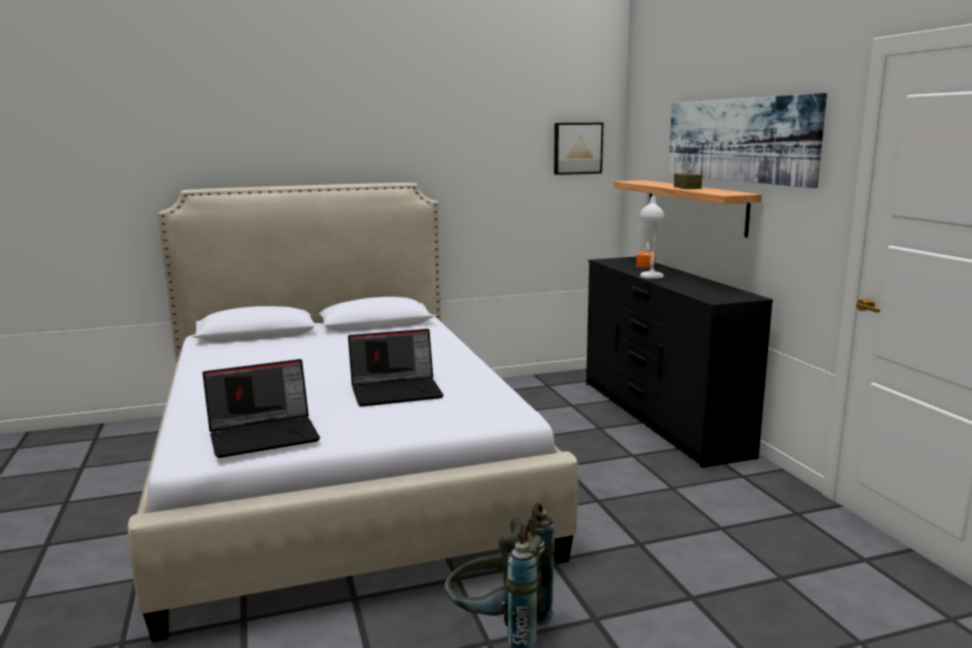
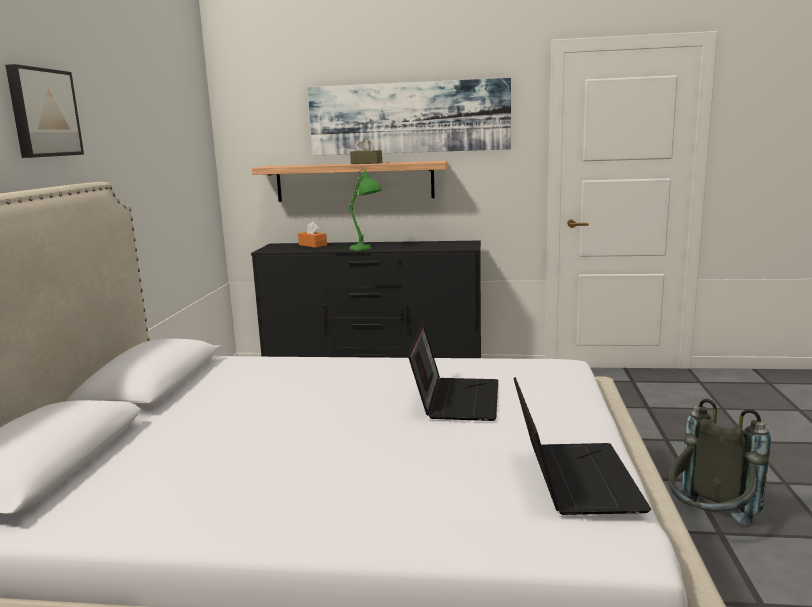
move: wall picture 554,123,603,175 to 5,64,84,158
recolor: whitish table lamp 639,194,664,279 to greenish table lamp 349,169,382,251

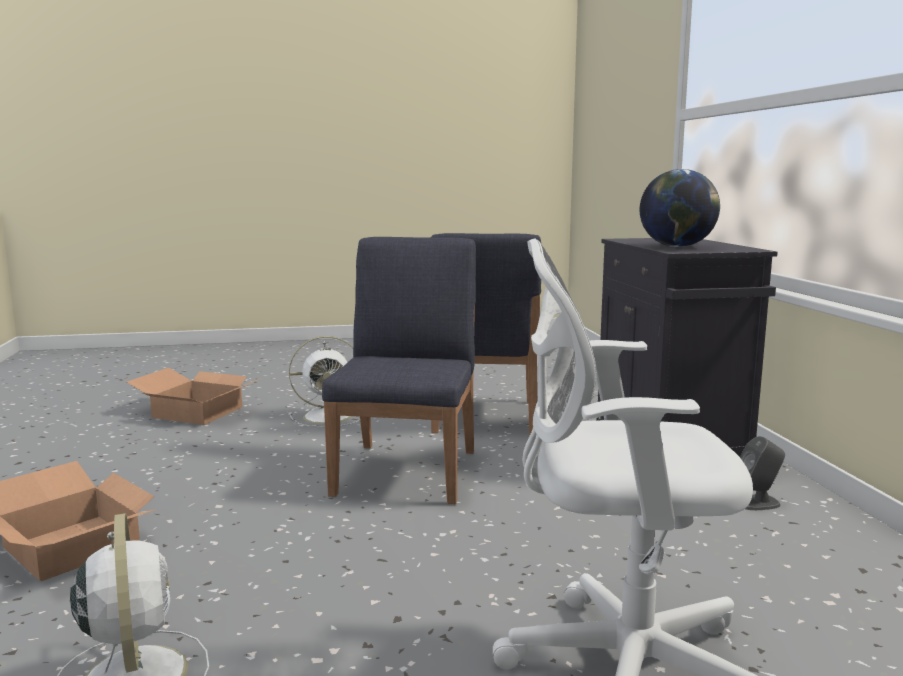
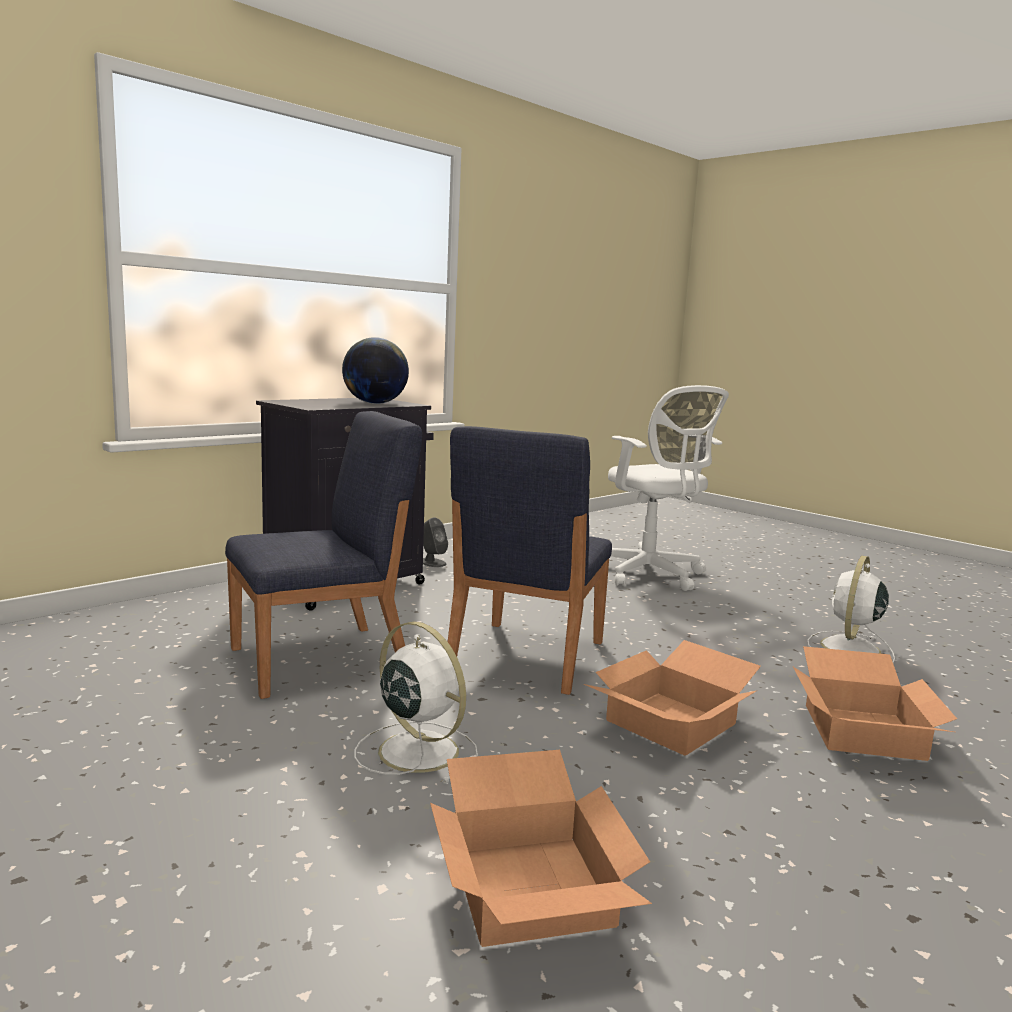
insert: packing box 584,640,761,756
rotate: blue chair 322,237,476,504 = 448,426,612,695 45 degrees counterclockwise

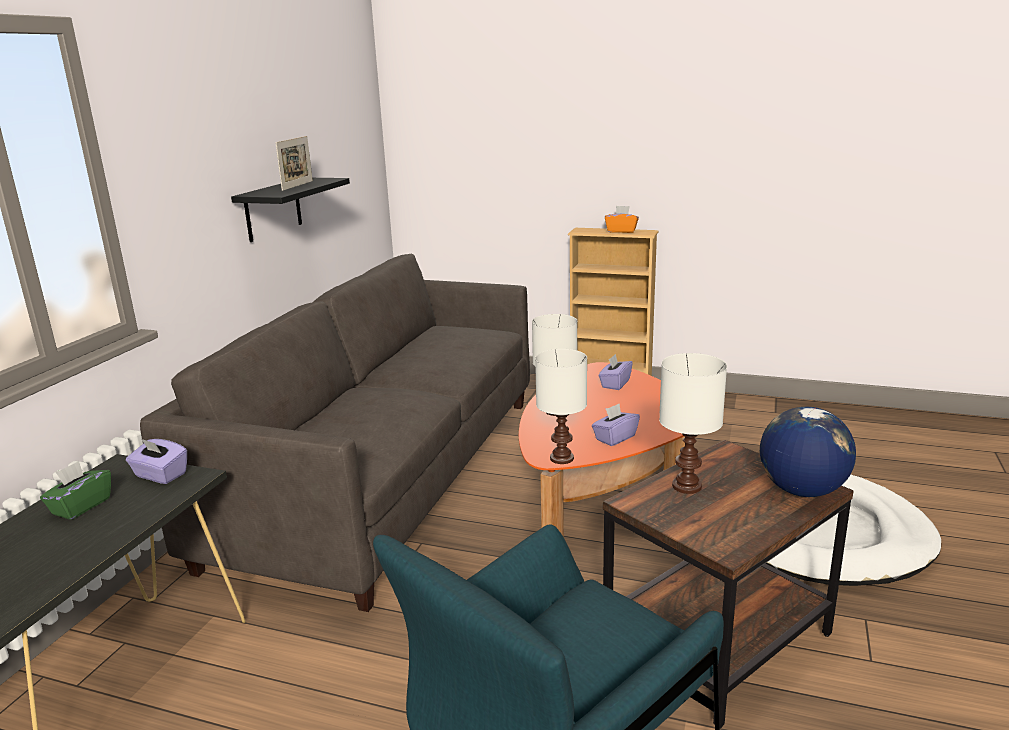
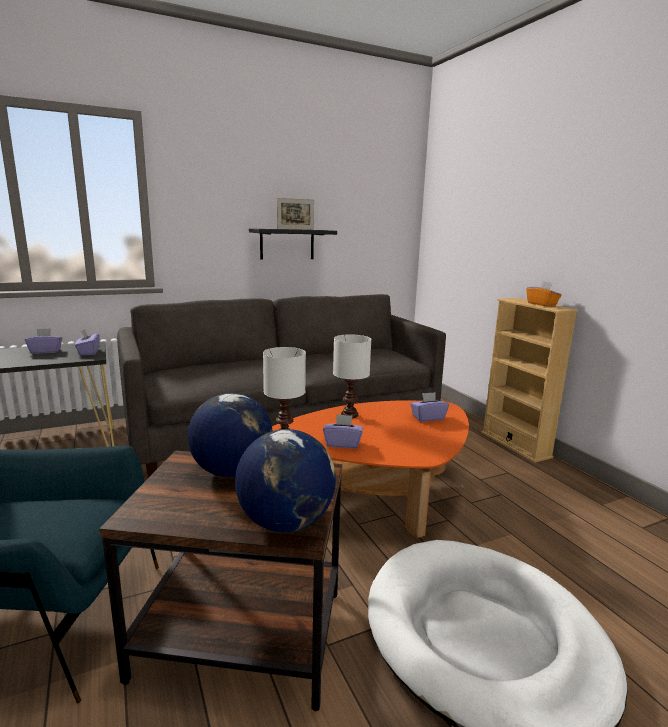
replace: whitish table lamp 659,353,727,494 to desk globe 188,393,272,477
recolor: greenish tissue box 40,461,111,520 to purple tissue box 25,328,62,354

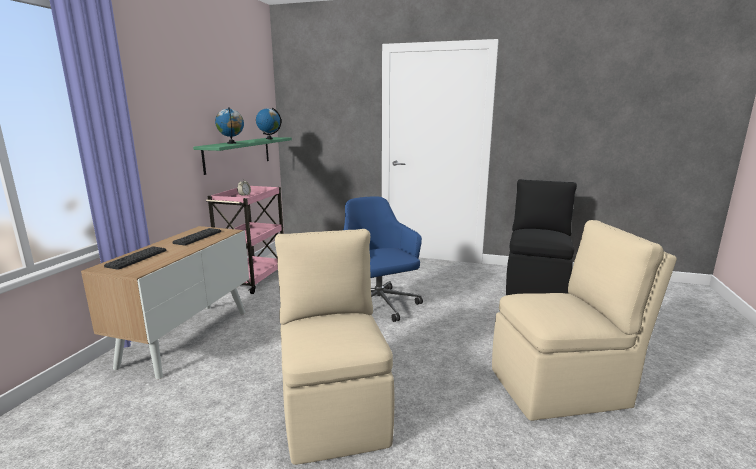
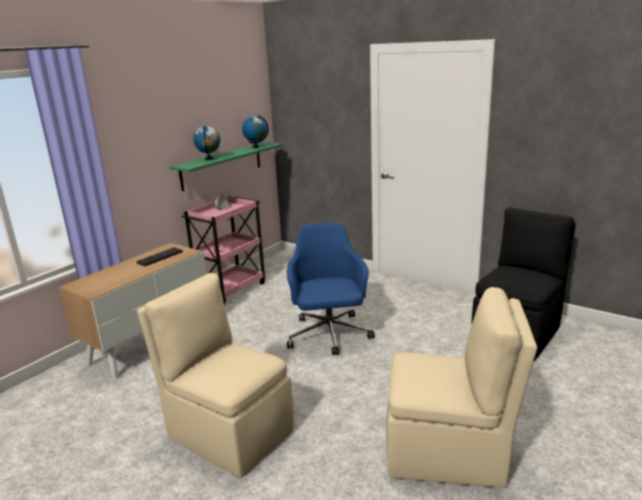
delete: keyboard 104,246,167,270
rotate: beige-coloured chair 275,229,395,465 = 137,273,294,478 60 degrees counterclockwise

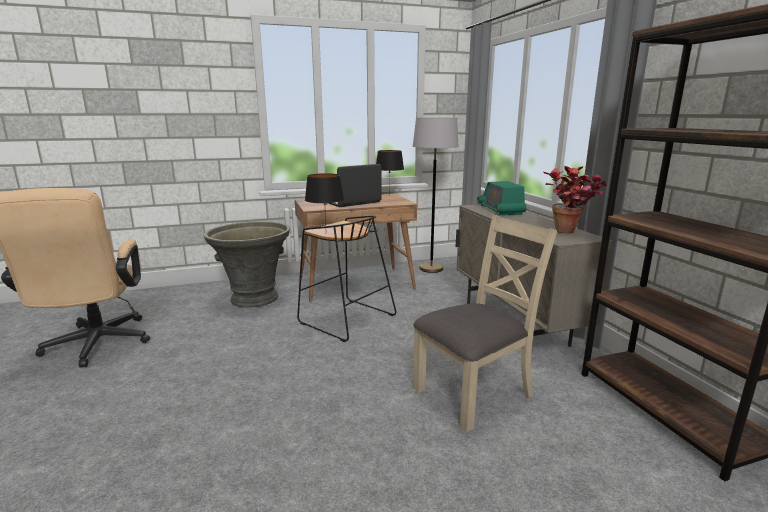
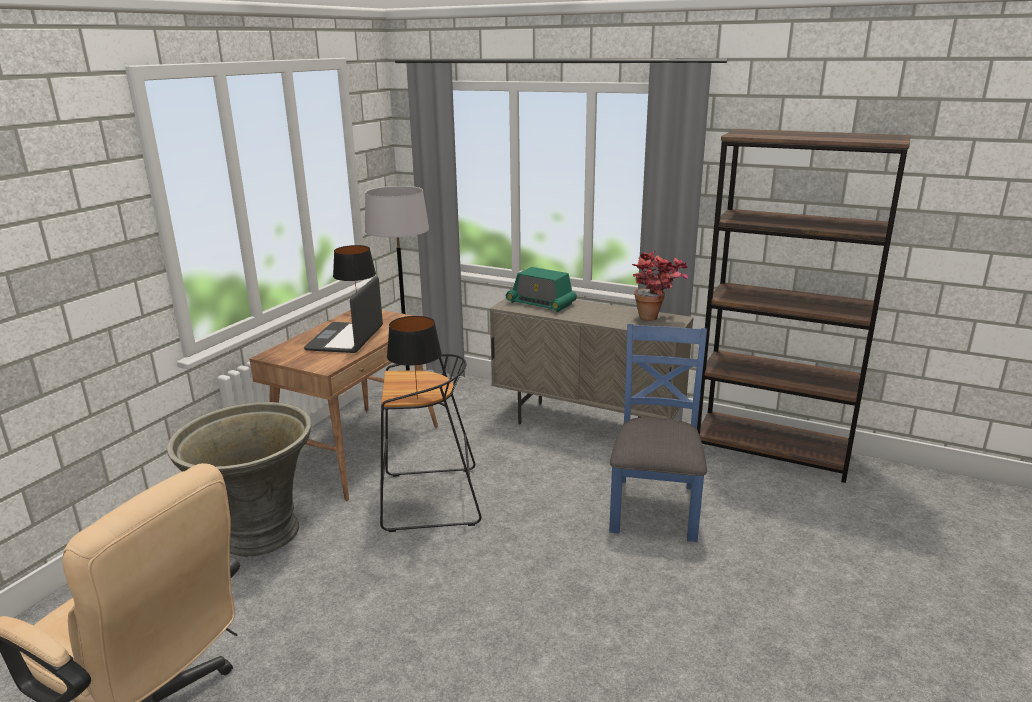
recolor: beige-coloured chair 413,214,557,432 to blue chair 609,324,707,542

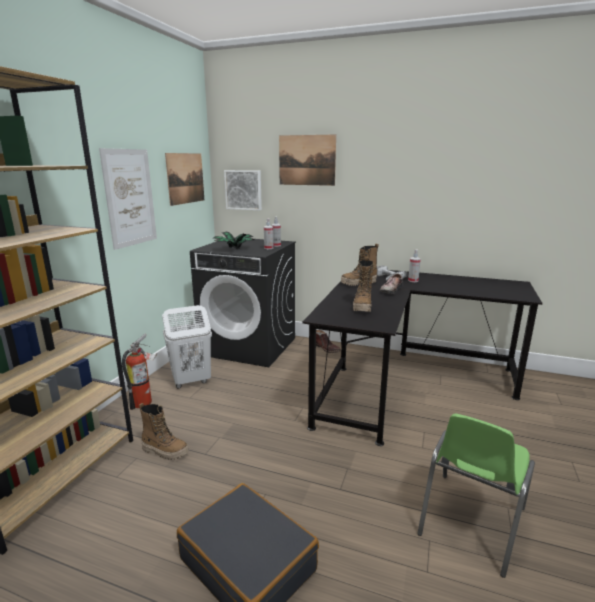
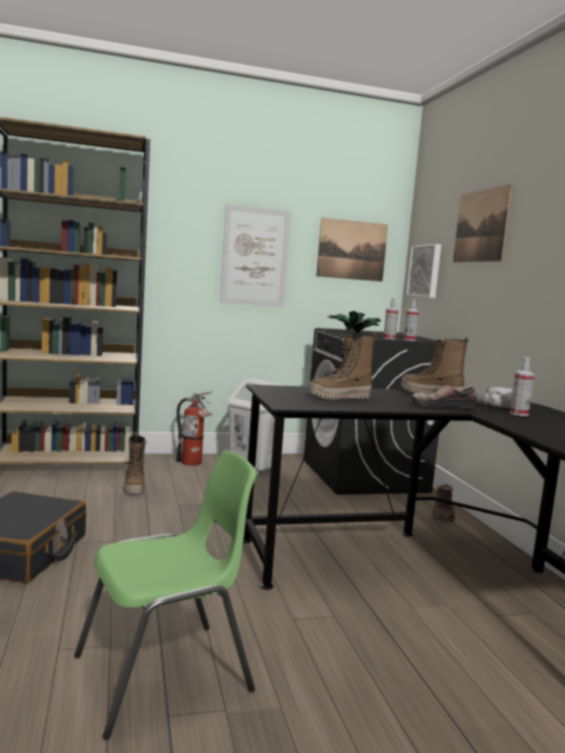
rotate: greenish chair 417,413,535,578 = 74,451,257,740 150 degrees clockwise

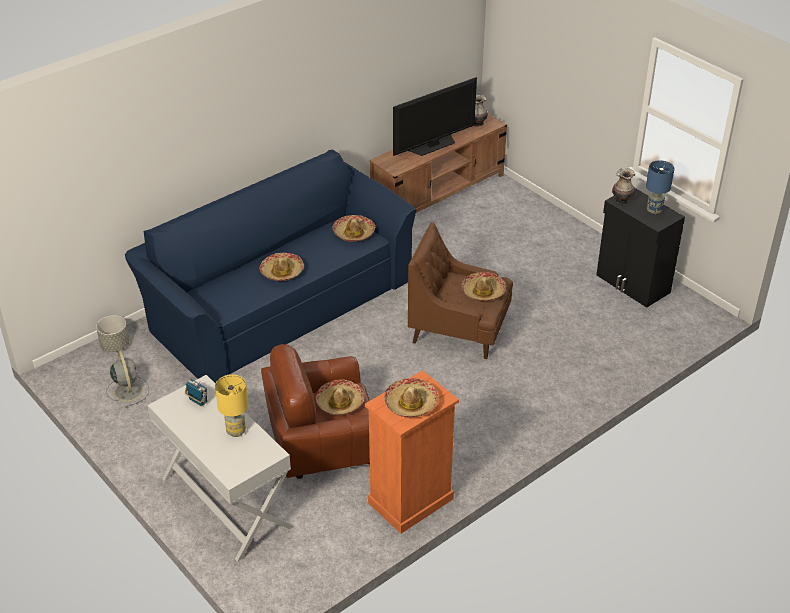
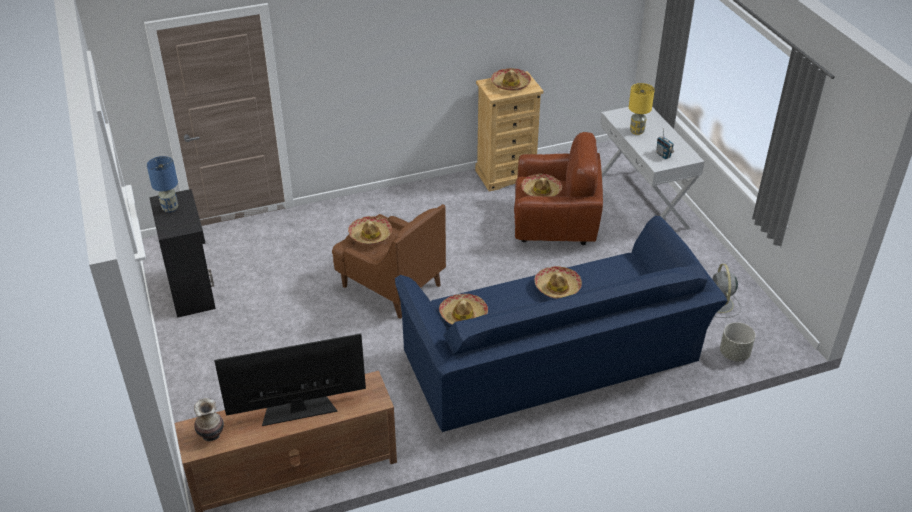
delete: flower vase 612,168,635,204
recolor: orange-coloured chest of drawers 365,370,459,534 to beige-coloured chest of drawers 475,71,544,192

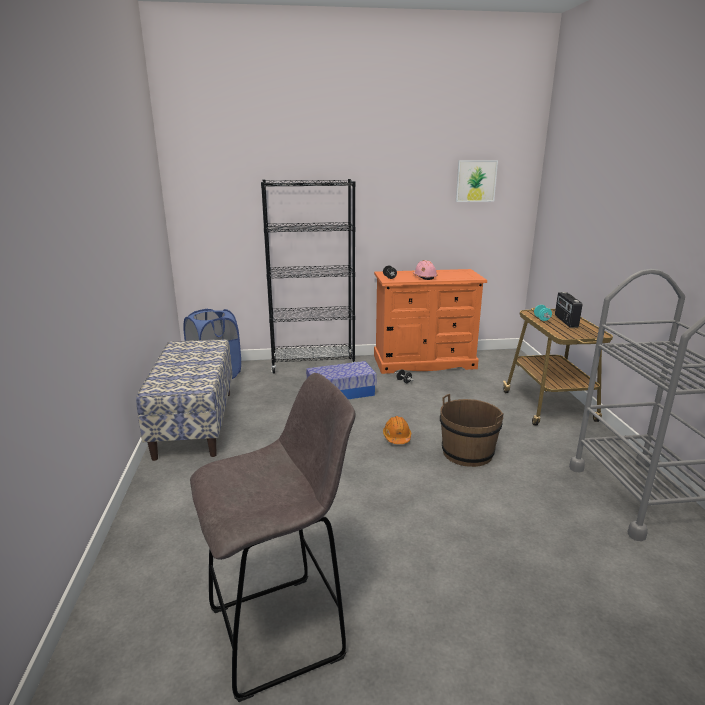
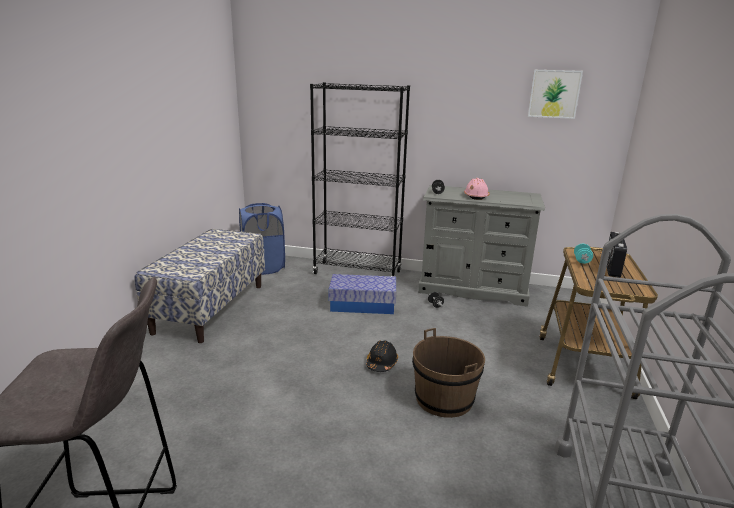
recolor: orange-coloured chest of drawers 374,269,487,374 to greyish chest of drawers 418,185,545,307; orange-coloured work helmet 383,416,411,444 to black-coloured work helmet 366,340,398,372

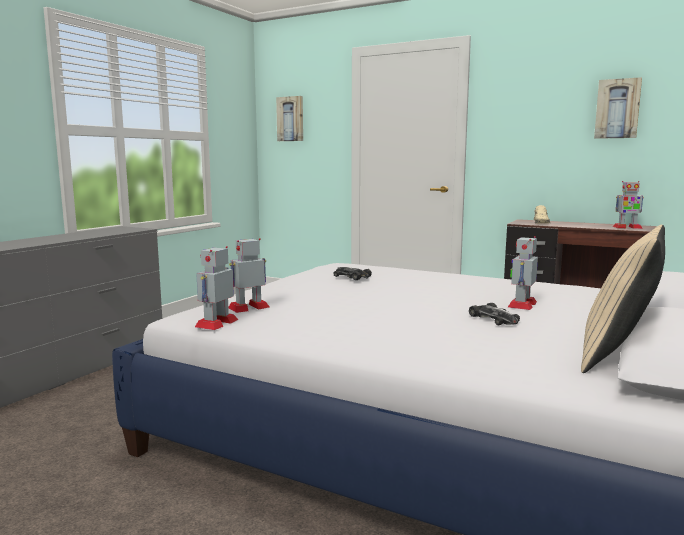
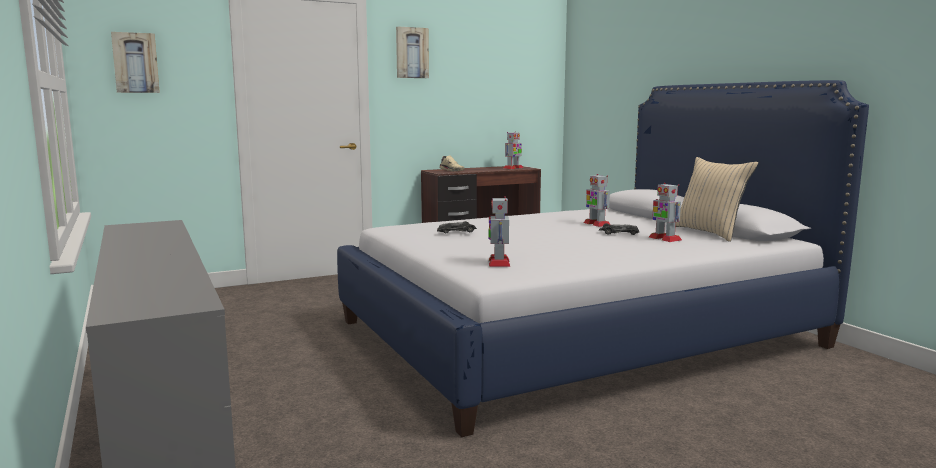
move: robot figure 195,246,238,330 to 649,183,682,242; wall picture 594,77,642,139 to 396,27,429,78

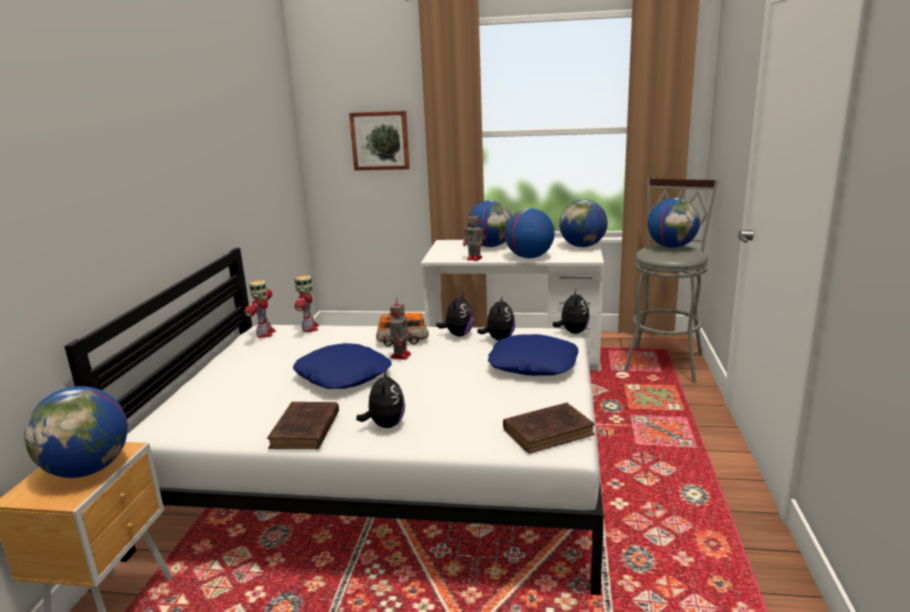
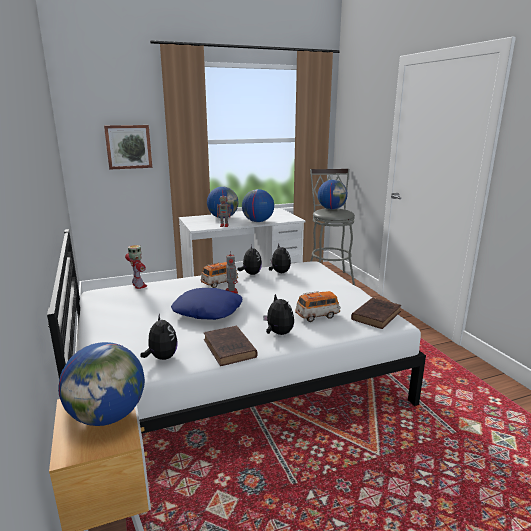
delete: robot figure 244,280,276,338; blue throw pillow 488,334,579,376; desk globe 559,199,607,247
insert: miniature car 295,291,341,322
move: cuddly toy 553,290,590,334 to 140,313,178,360

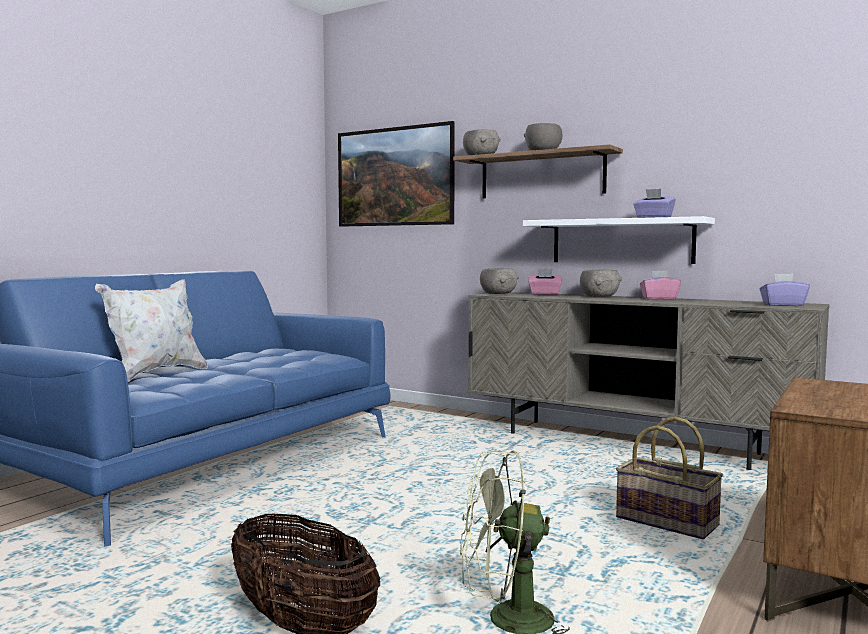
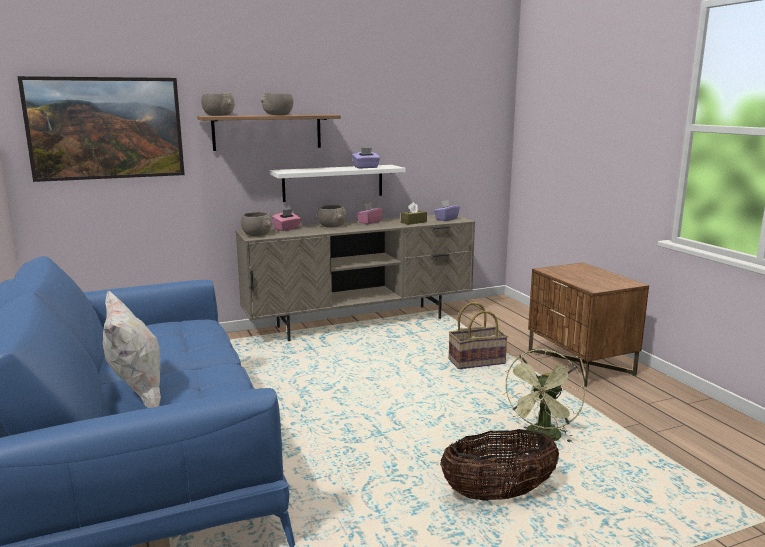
insert: brown tissue box 401,202,427,225

